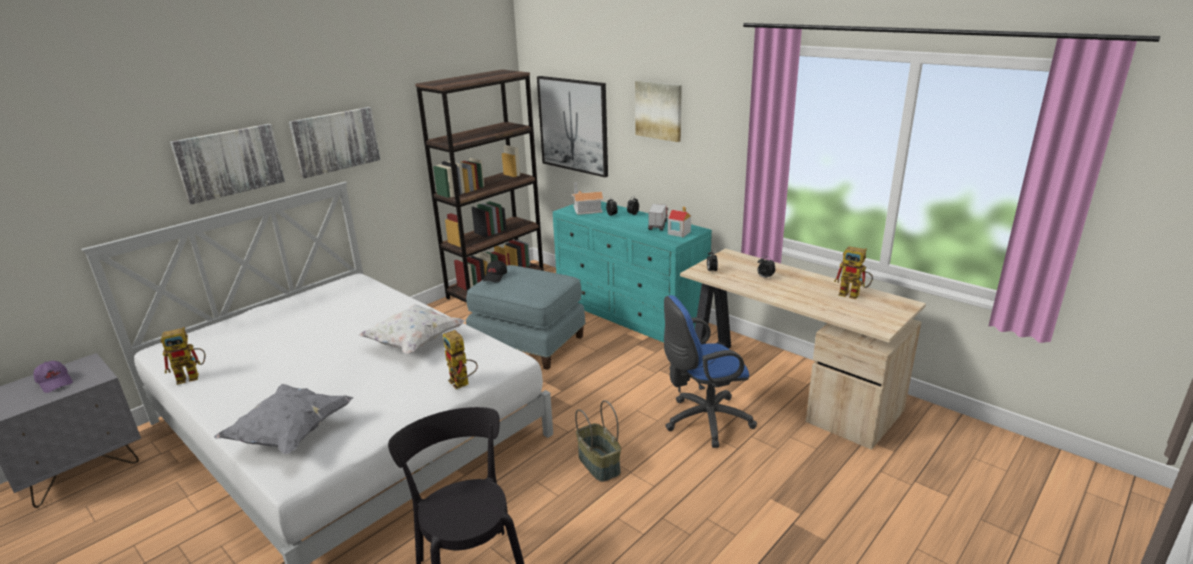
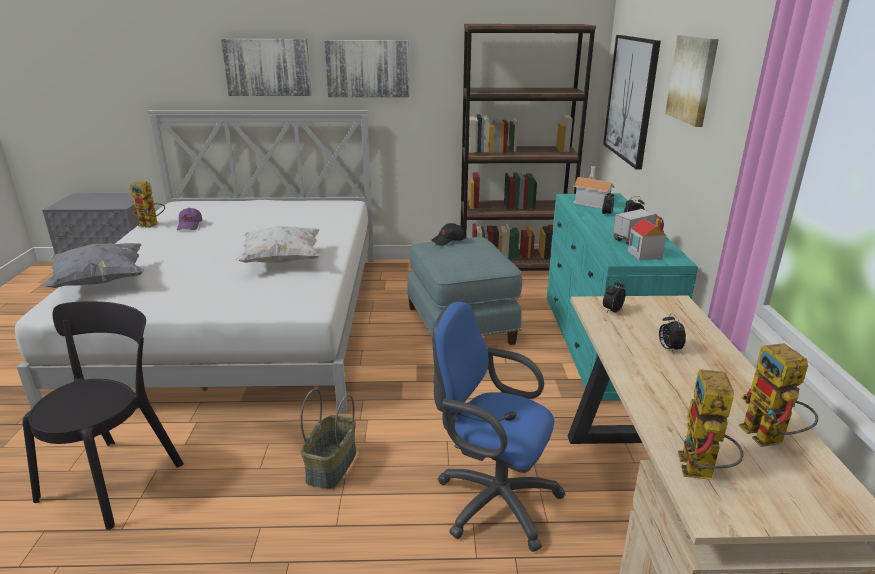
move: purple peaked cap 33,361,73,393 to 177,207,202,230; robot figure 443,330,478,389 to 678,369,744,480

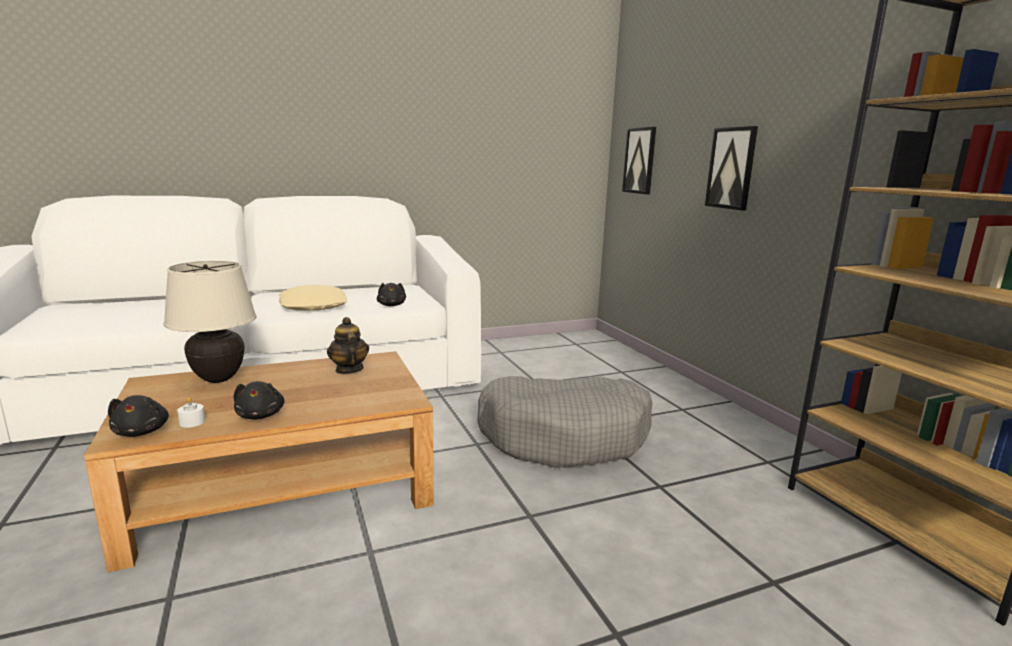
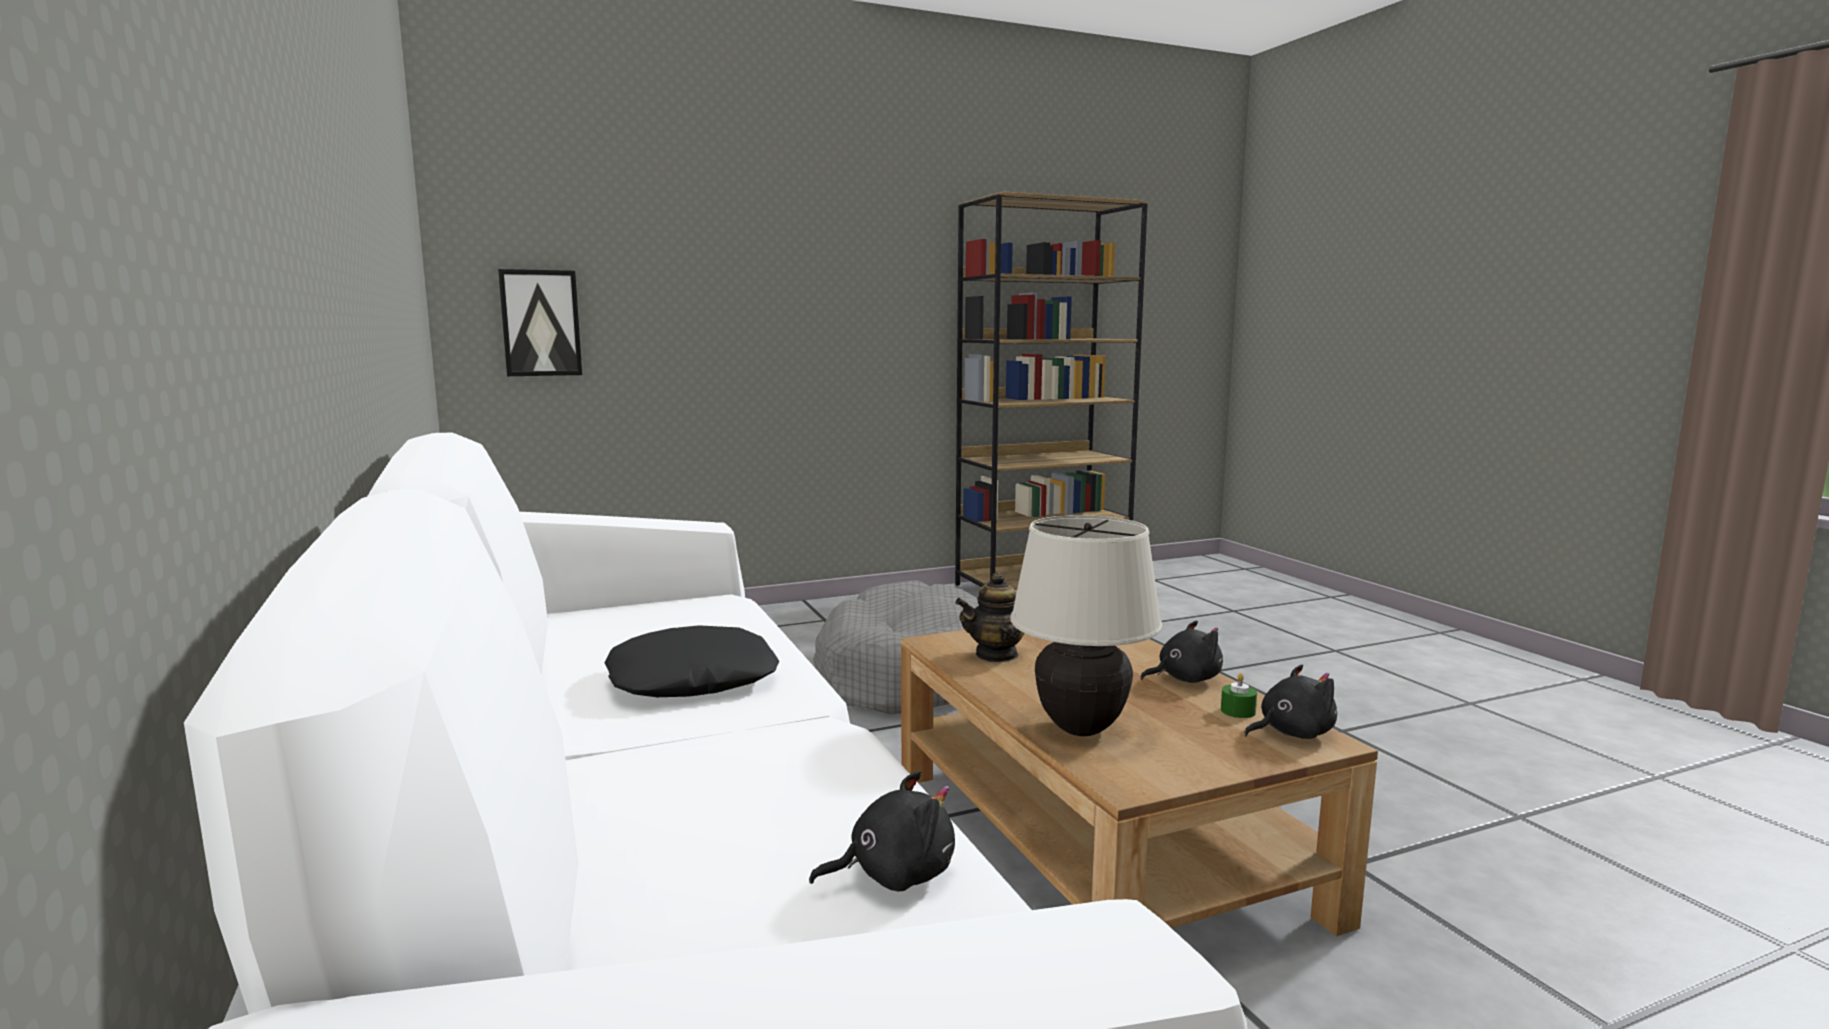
delete: wall picture 705,126,758,210
move: black-coloured cuddly toy 377,283,406,306 to 809,771,955,892
recolor: whitish wax candle 177,397,205,428 to greenish wax candle 1221,673,1257,718; beige-coloured throw pillow 279,285,347,311 to black-coloured throw pillow 604,625,779,697

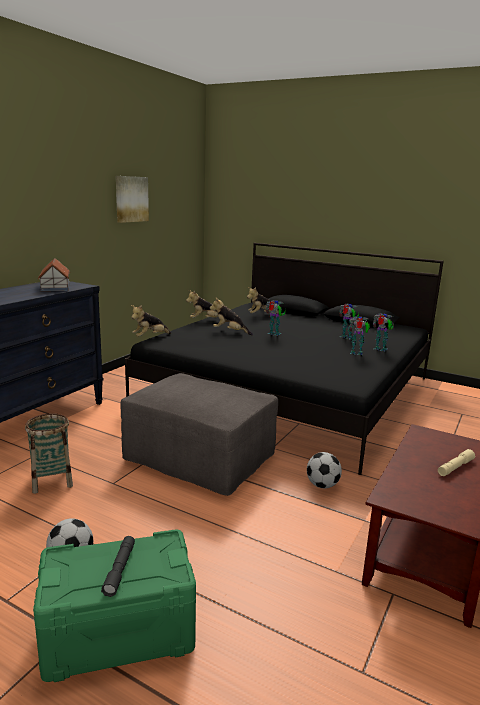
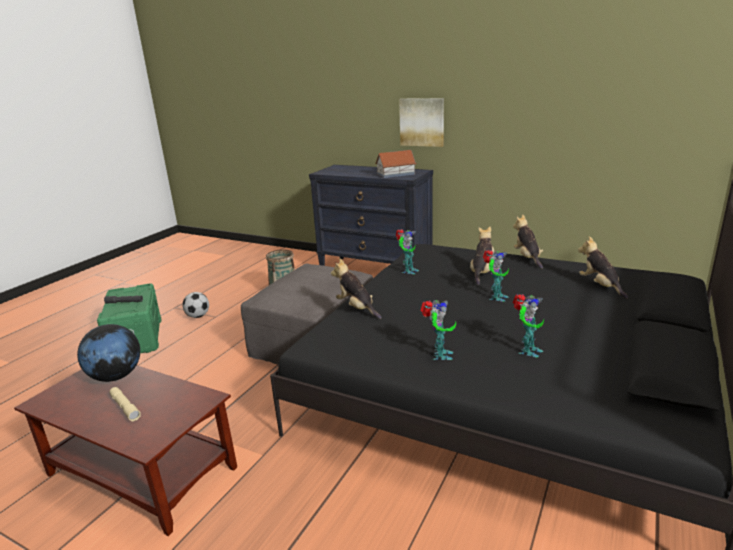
delete: football 307,452,342,488
insert: desk globe 77,324,140,382
move: wall picture 116,176,149,223 to 399,98,444,147; cuddly toy 131,305,171,337 to 331,258,382,319; robot figure 373,313,393,352 to 396,229,419,274

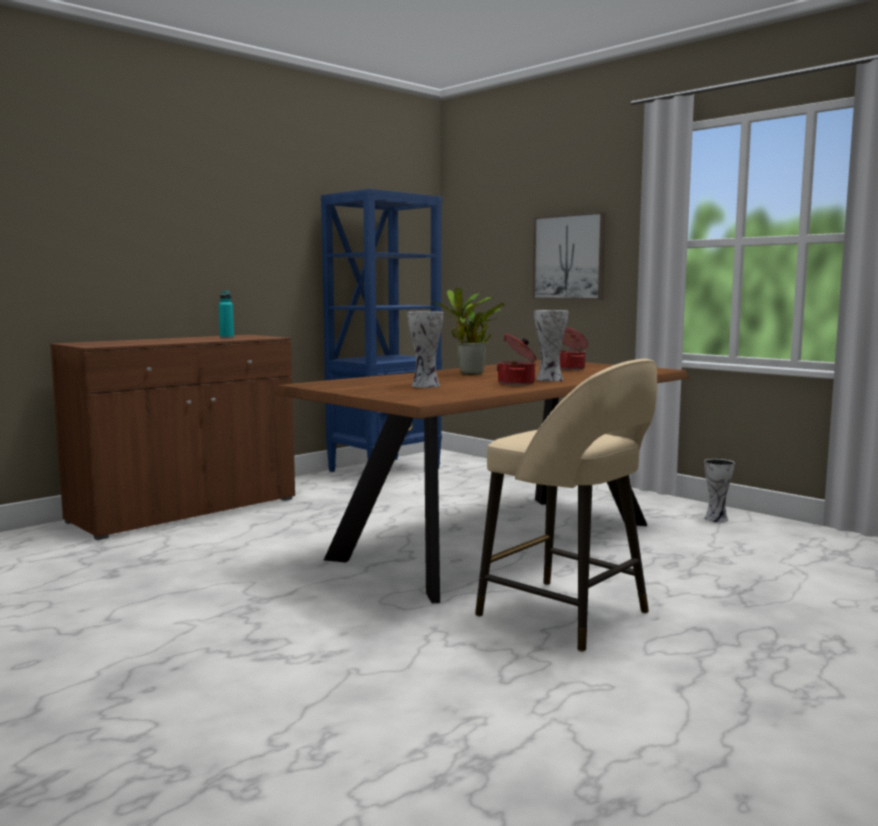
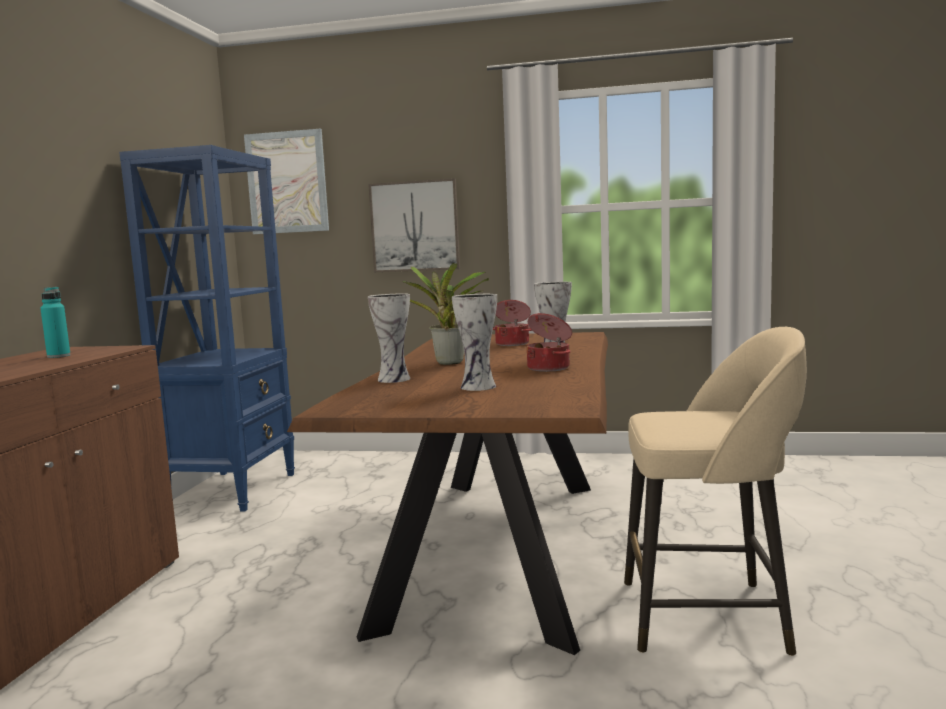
insert: wall picture 244,129,329,234
move: flower vase 704,459,735,523 to 368,293,410,383

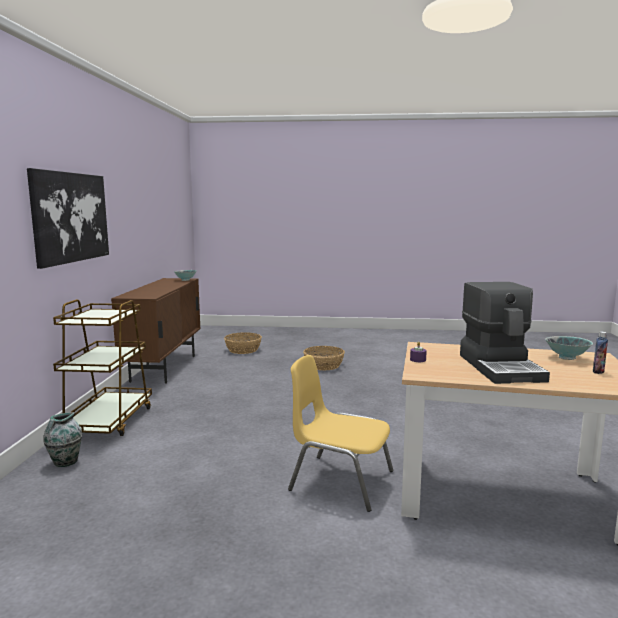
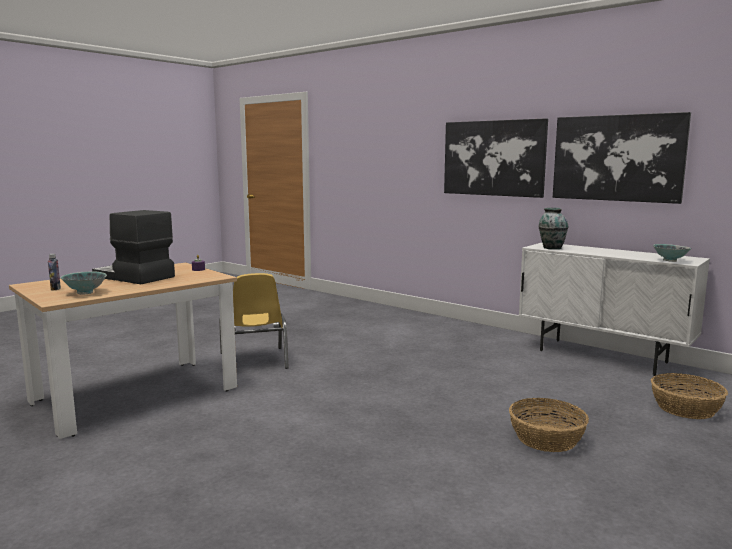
delete: brown trolley 53,299,152,436
insert: wall picture 553,112,691,204
move: flower vase 43,412,82,467 to 539,208,568,249
recolor: brown cupboard 111,278,200,384 to whitish cupboard 518,243,710,376
rotate: yellow chair 288,355,394,512 = 219,273,289,369 105 degrees clockwise

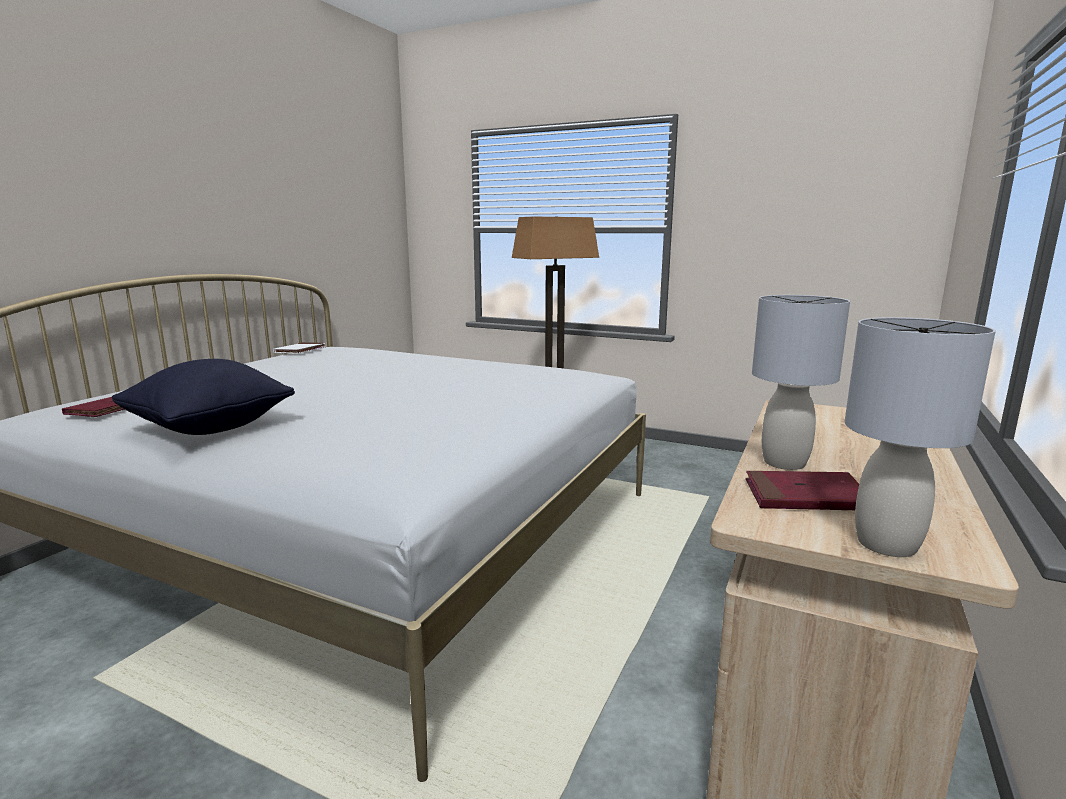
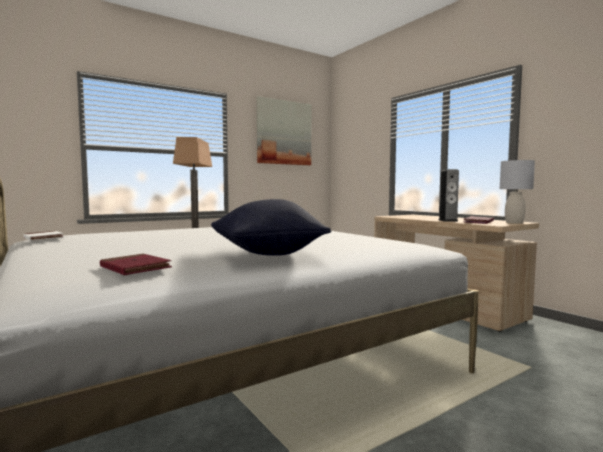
insert: wall picture 257,96,311,165
replace: greyish table lamp 752,295,850,470 to audio speaker 439,169,459,222

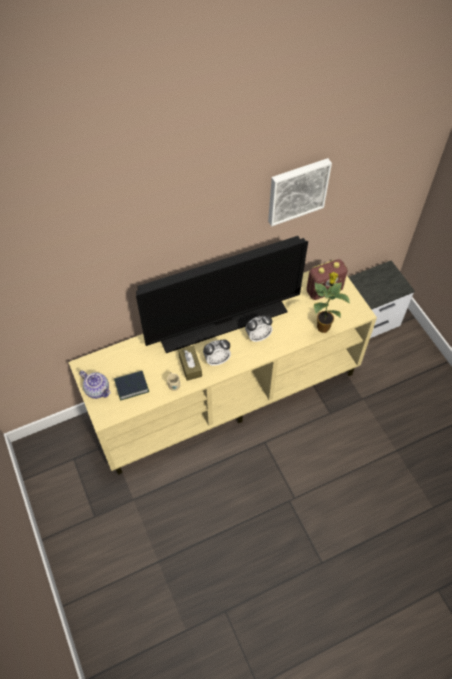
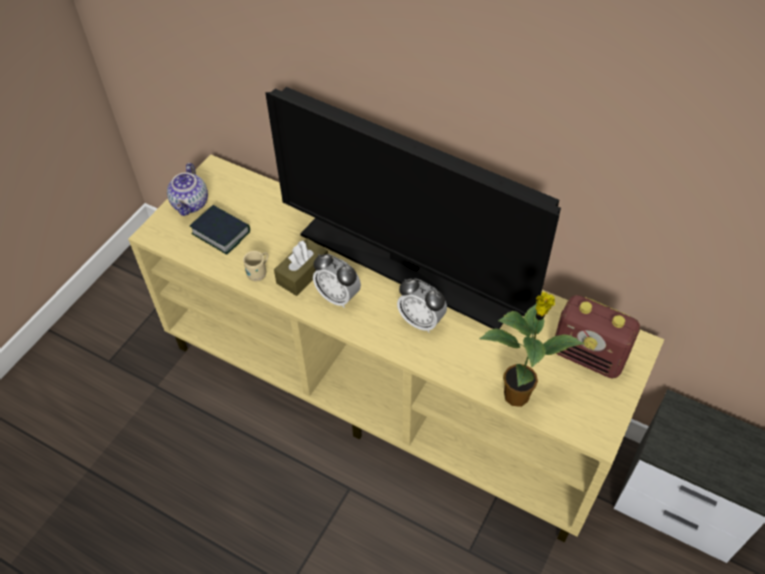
delete: wall picture 268,158,332,226

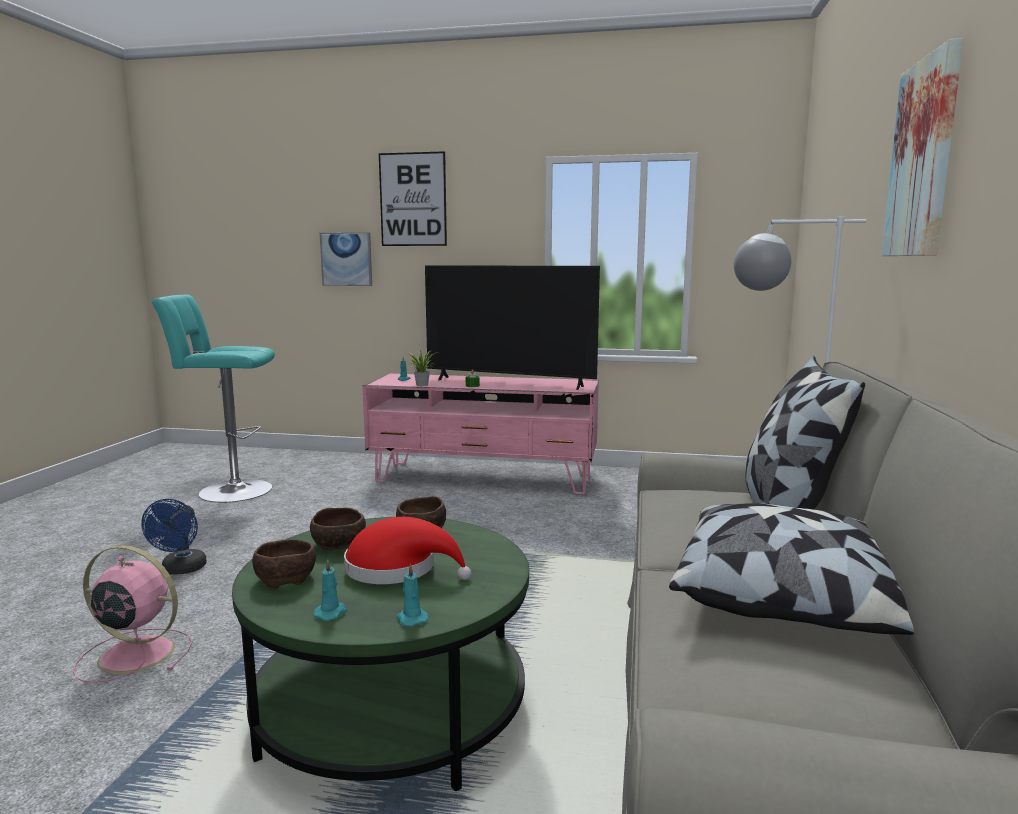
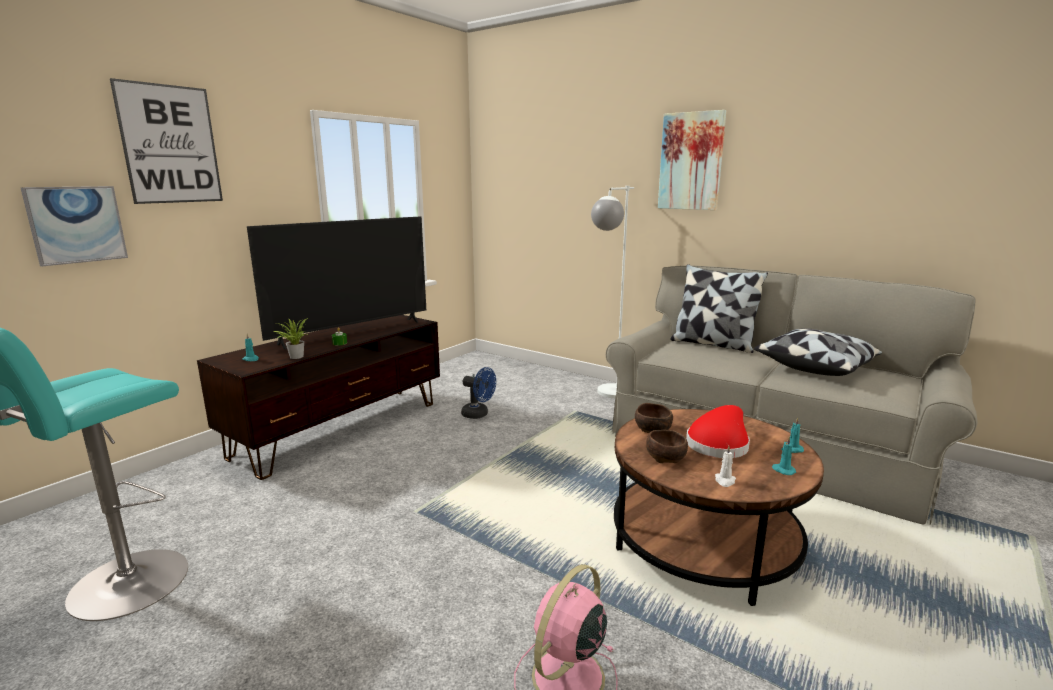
move: blue cooling fan 141,499,207,574 to 461,367,496,419
replace: brown bowl 252,539,316,589 to whitish wax candle 715,446,736,487
recolor: greenish lounge table 232,517,529,792 to brown lounge table 614,409,824,606; pinkish tv stand 362,374,599,494 to brown tv stand 197,315,440,480

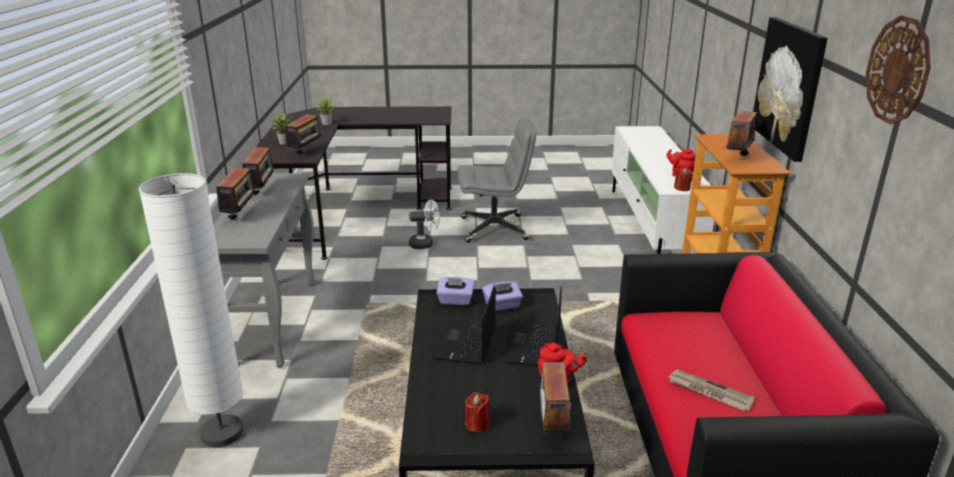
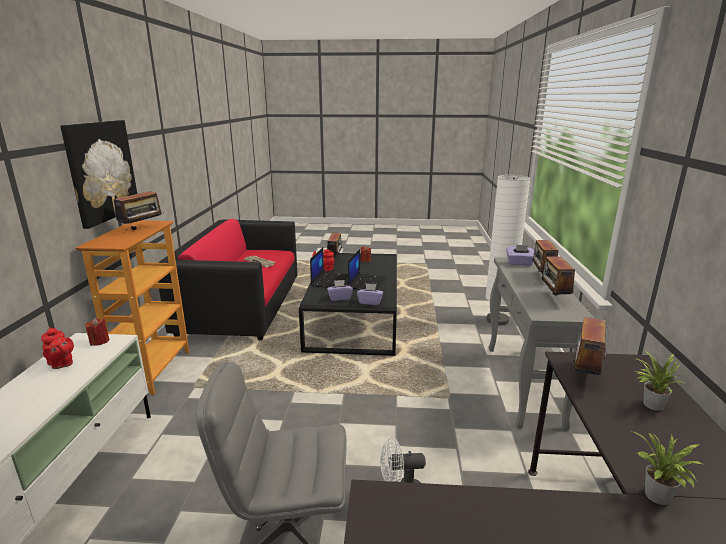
delete: clock on the wall 866,15,931,124
insert: purple tissue box 506,245,534,266

